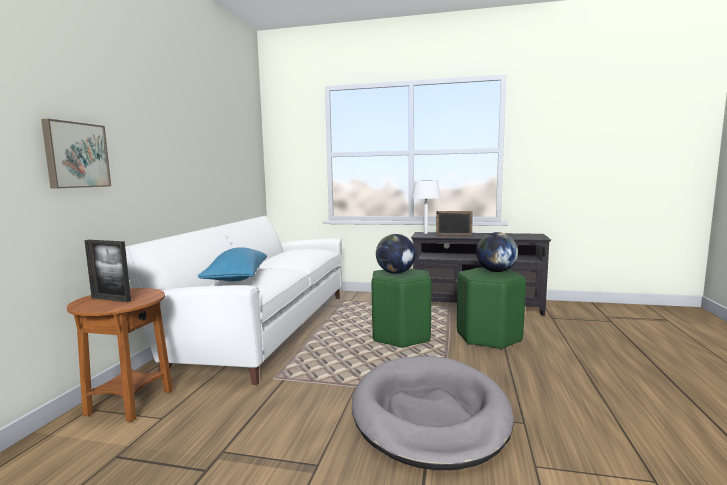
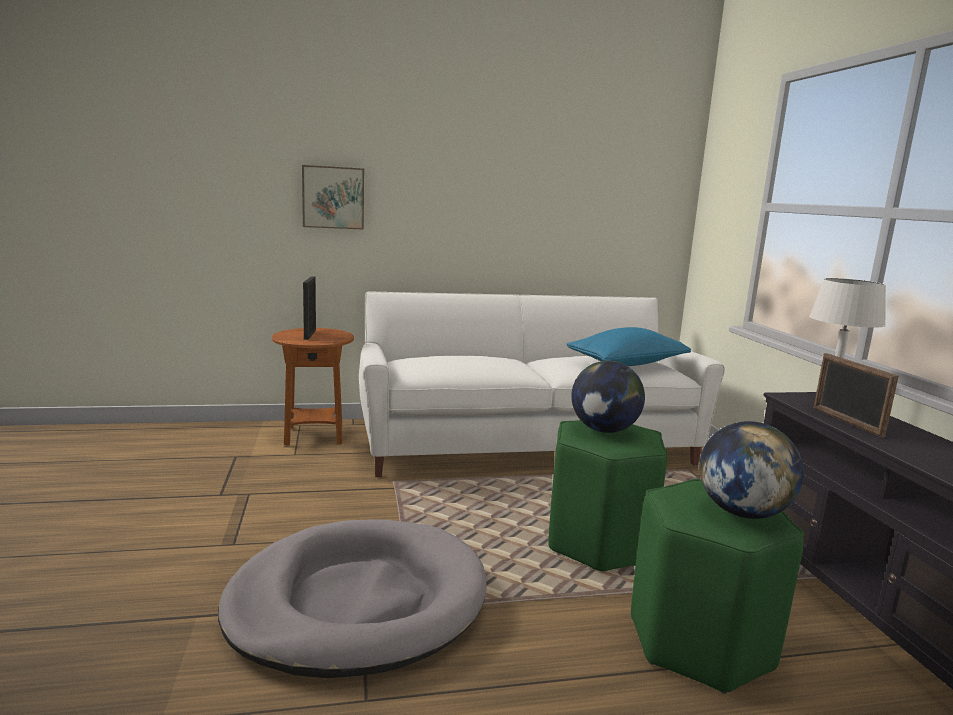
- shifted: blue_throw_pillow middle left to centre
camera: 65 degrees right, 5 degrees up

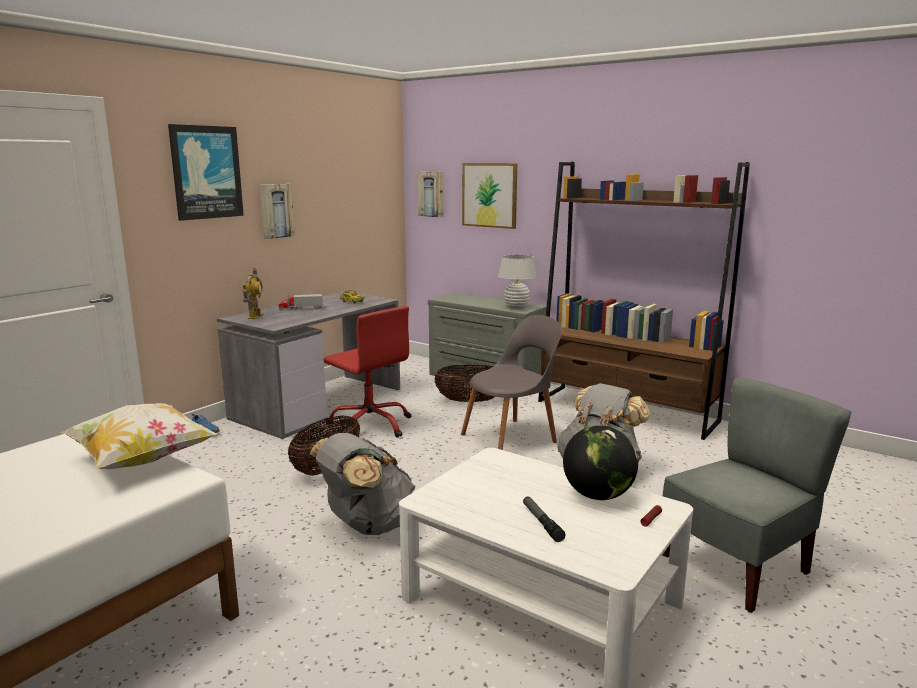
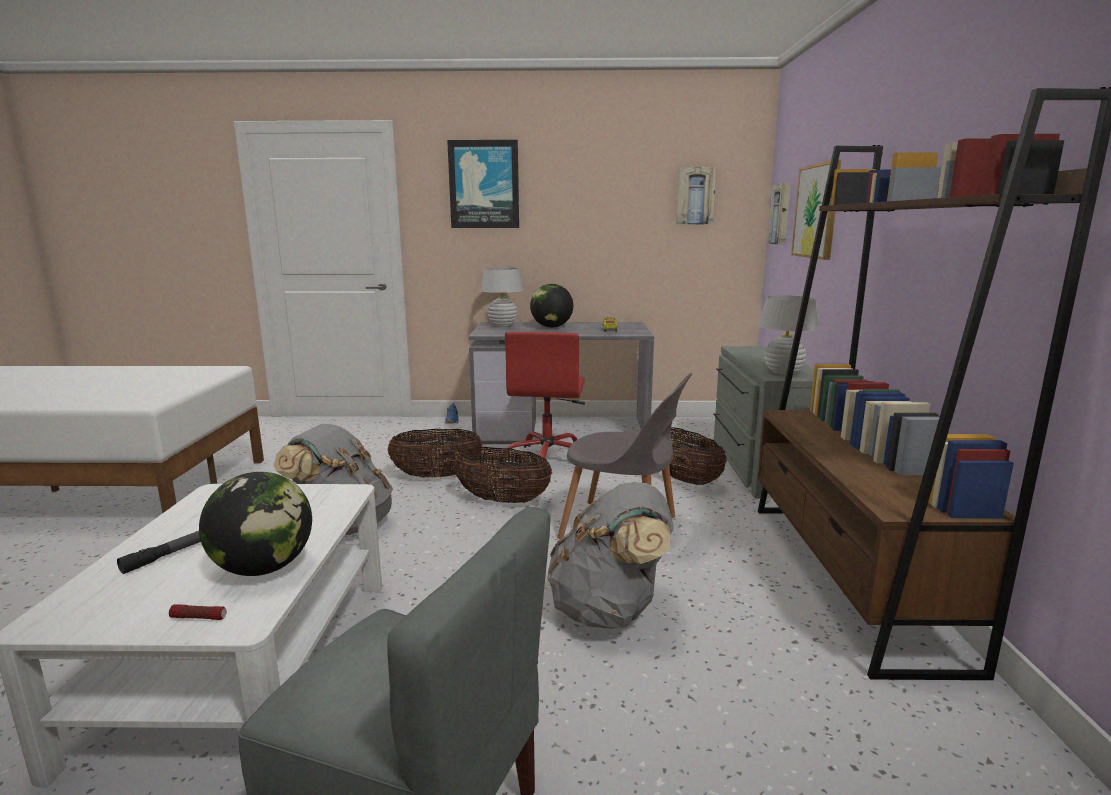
- new: storage_basket (no. 2 from left) centre
- swapped: toy_robot middle left to whitish_tabletop_lamp (no. 1 from left) centre
- swapped: model_truck (no. 1 from left) middle left to globe (no. 2 from left) centre
- shifted: picture (no. 2 from left) top left to top centre
- gone: throw_pillow middle left
camera: 55 degrees right, 0 degrees up

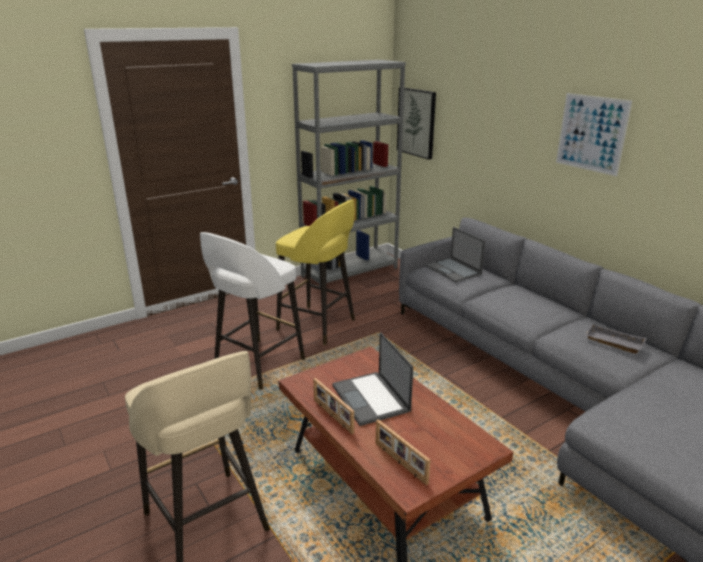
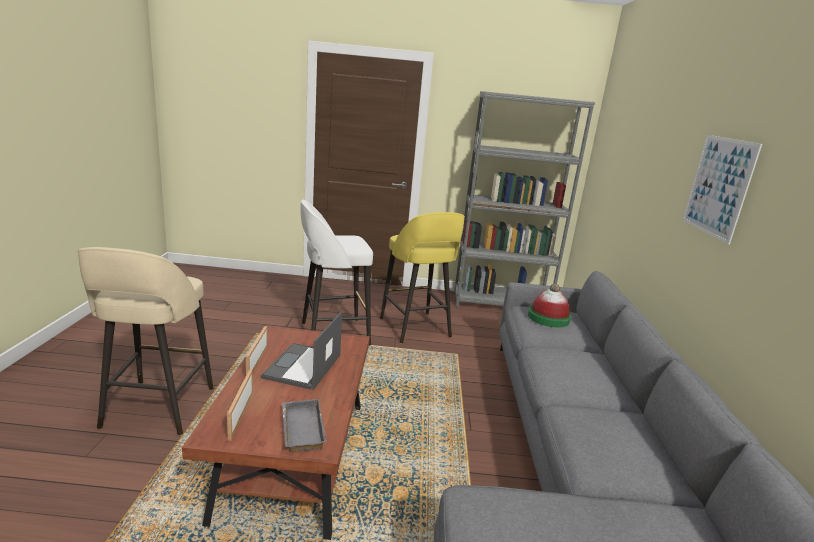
- shifted: grey_tray middle right to bottom centre
- swapped: notebook_computer (no. 2 from left) centre to clothing_hat middle right
- gone: picture (no. 1 from left) top centre
camera: 35 degrees right, 5 degrees down

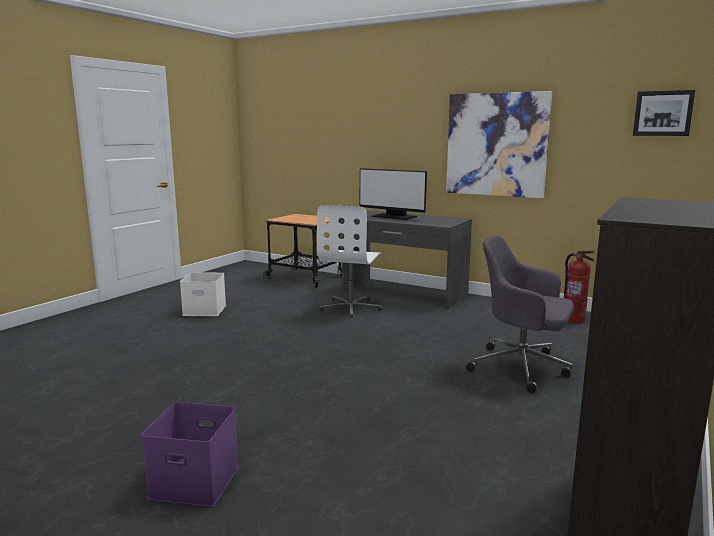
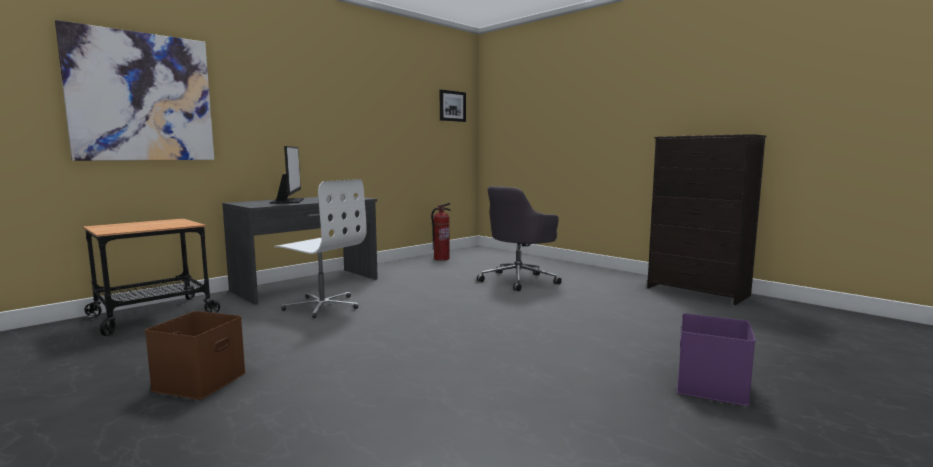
- shifted: picture (no. 1 from left) top right to top left
- repainted: whitish_storage_bin middle left to brown_storage_bin bottom left
- rotated: computer_screen centre = middle left 60 degrees counterclockwise
camera: 75 degrees left, 5 degrees down

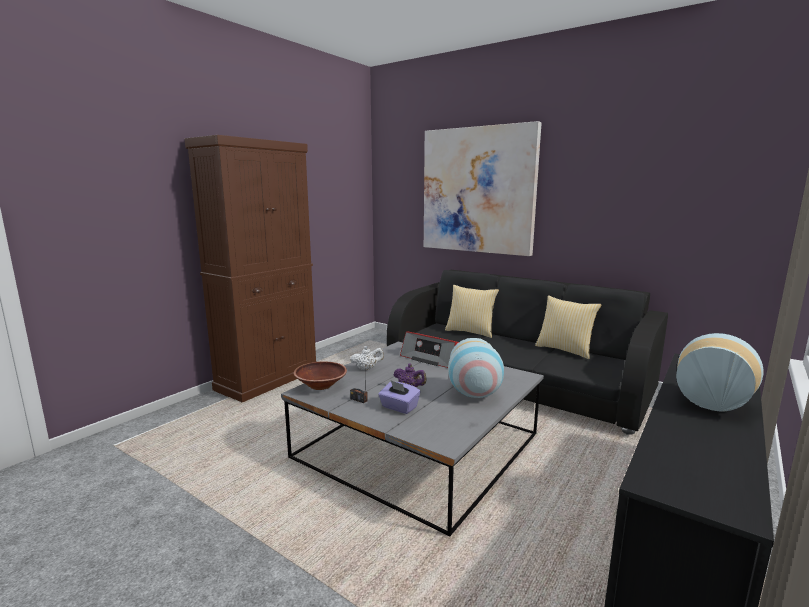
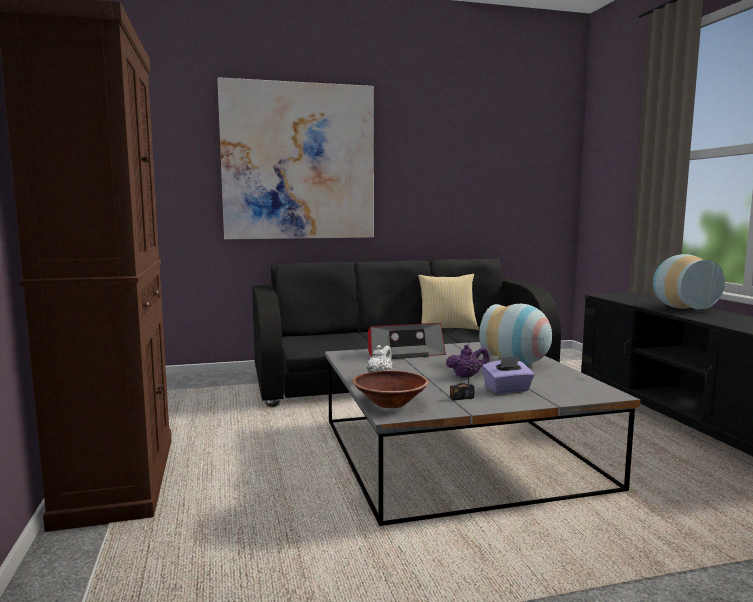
- gone: throw_pillow (no. 1 from left) centre
camera: 50 degrees left, 5 degrees down

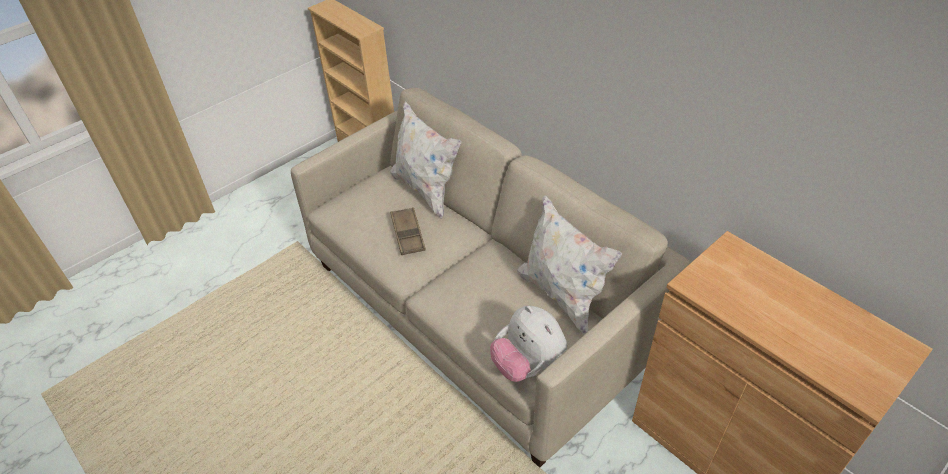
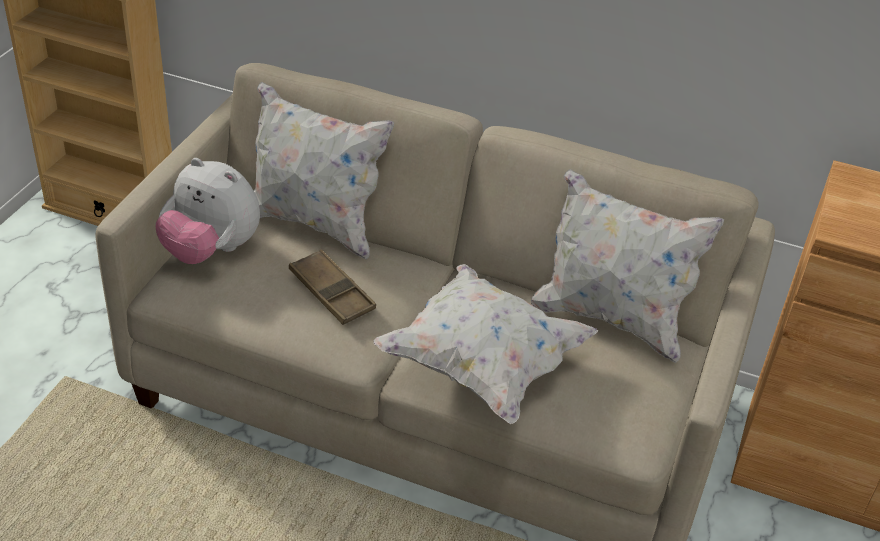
- shifted: soft_toy bottom centre to middle left
- new: whitish_throw_pillow (no. 2 from left) centre
camera: 30 degrees left, 5 degrees down

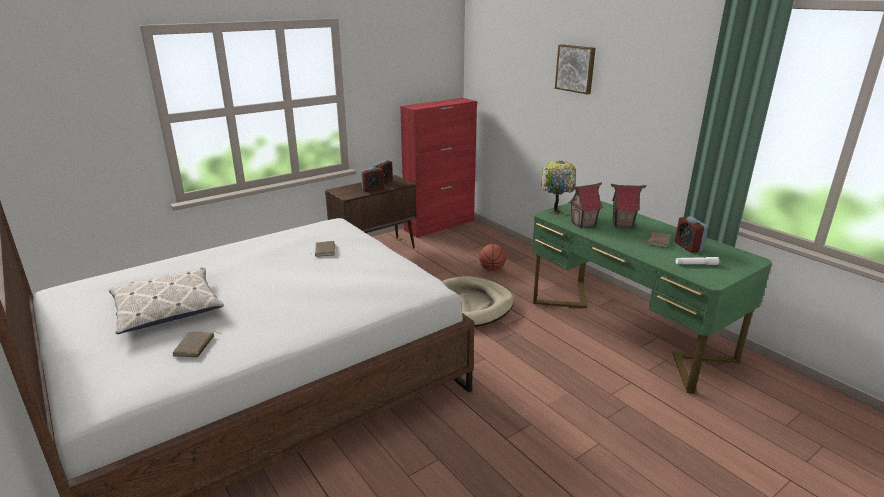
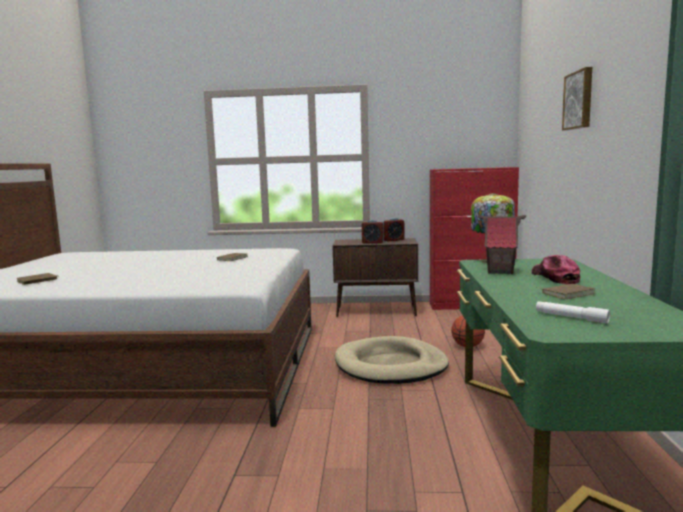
- swapped: toy_house (no. 2 from left) middle right to baseball_cap middle right
- gone: throw_pillow middle left
- gone: alarm_clock (no. 3 from left) middle right
camera: 40 degrees right, 15 degrees down

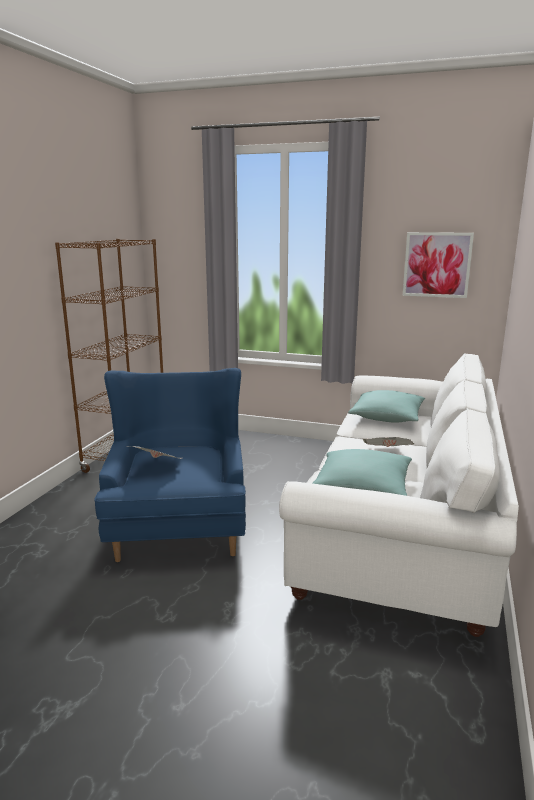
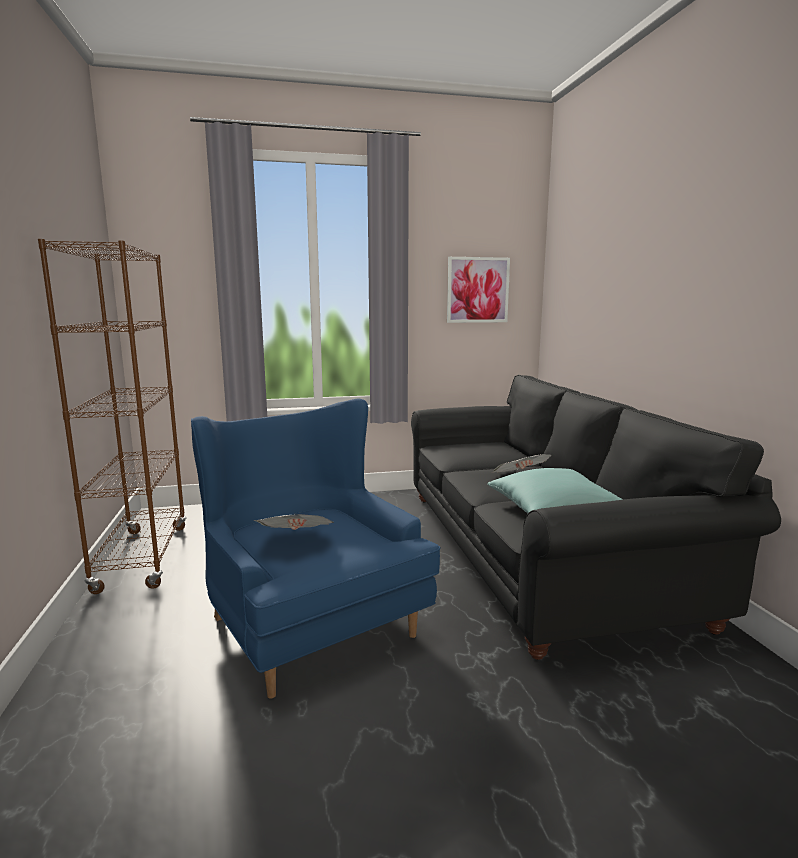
- repainted: whitish_sofa middle right to black-coloured_sofa middle right
- gone: turquoise-coloured_throw_pillow (no. 2 from left) middle right
camera: 30 degrees left, 5 degrees down

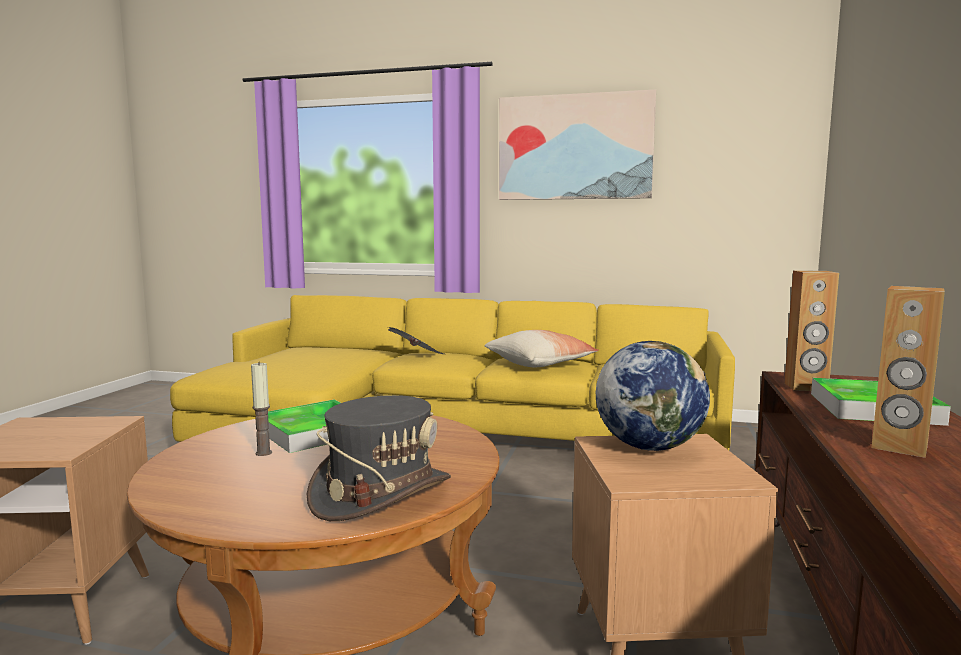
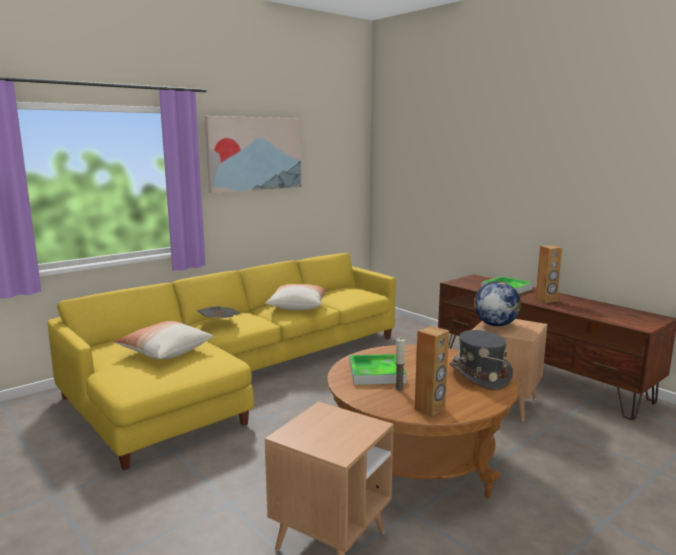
- new: throw_pillow (no. 1 from left) middle left
- shifted: brown_loudspeaker (no. 1 from left) middle right to bottom centre
camera: 55 degrees left, 5 degrees up

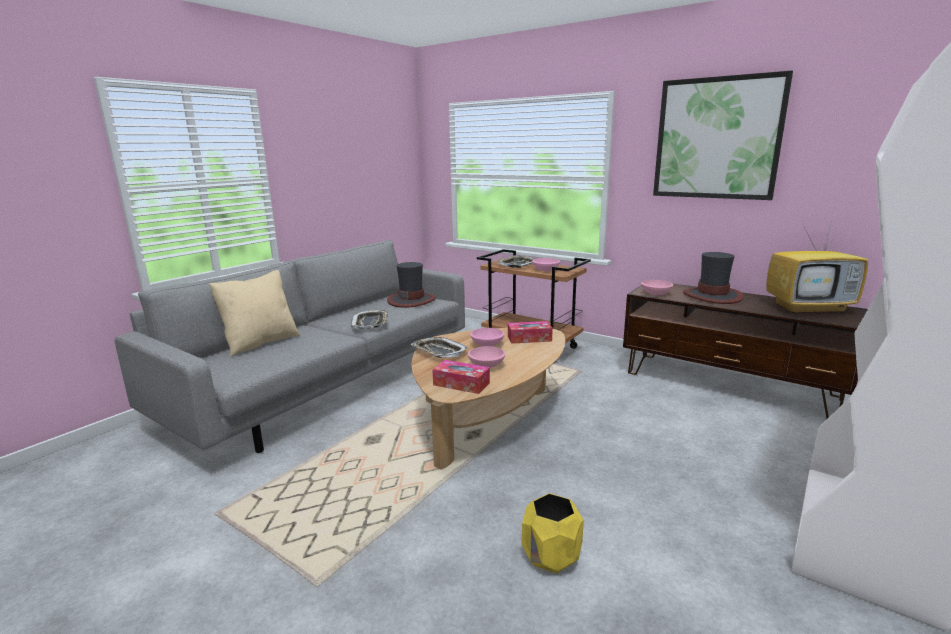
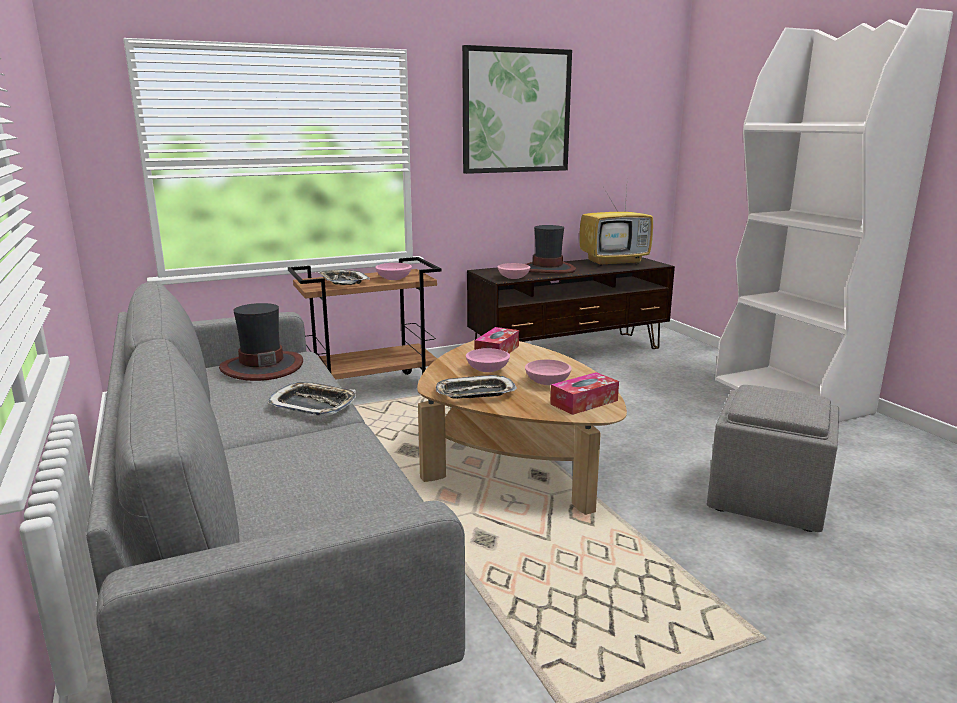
- rotated: television middle right = top centre 45 degrees clockwise
- swapped: yellowish_planter bottom centre to grey_footrest middle right
- gone: beige-coloured_throw_pillow middle left
camera: 60 degrees left, 0 degrees up

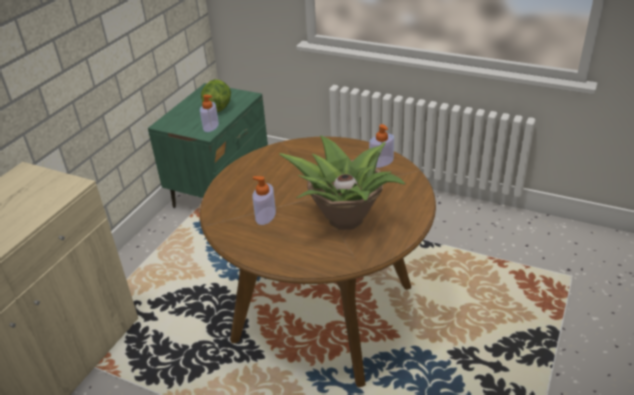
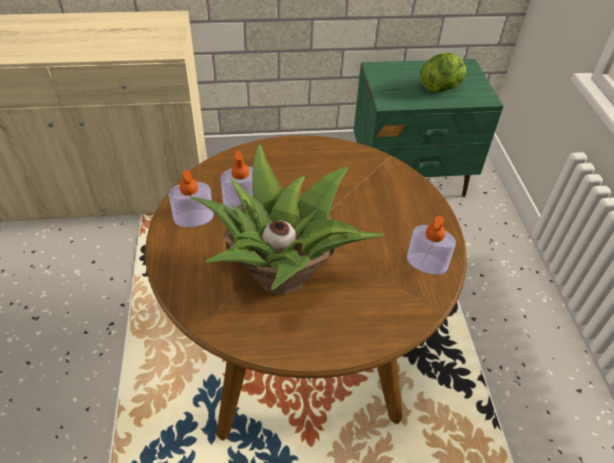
- shifted: soap_bottle (no. 1 from left) top left to middle left
camera: 55 degrees right, 10 degrees up

